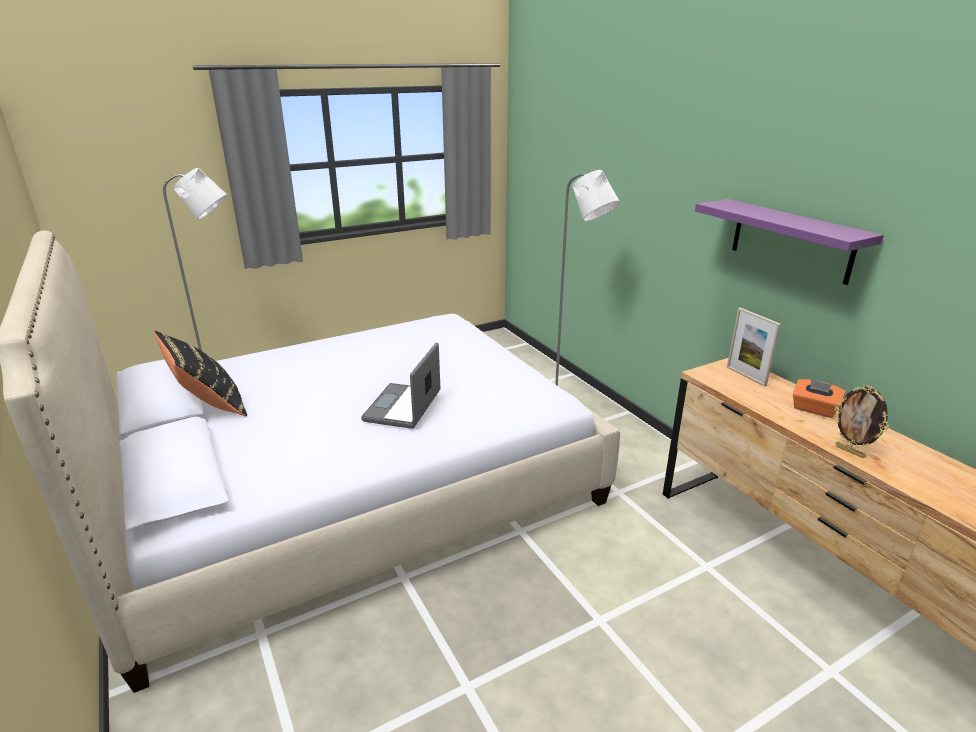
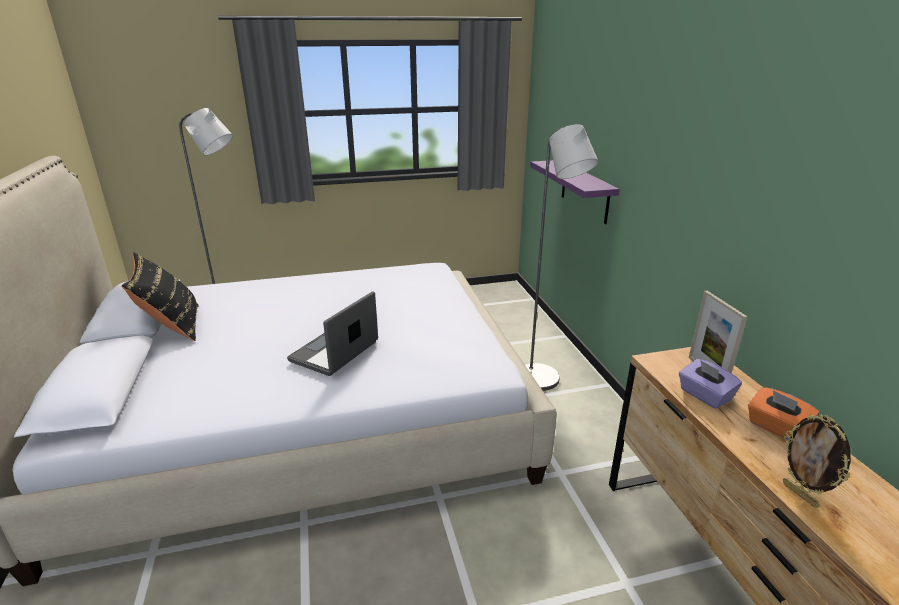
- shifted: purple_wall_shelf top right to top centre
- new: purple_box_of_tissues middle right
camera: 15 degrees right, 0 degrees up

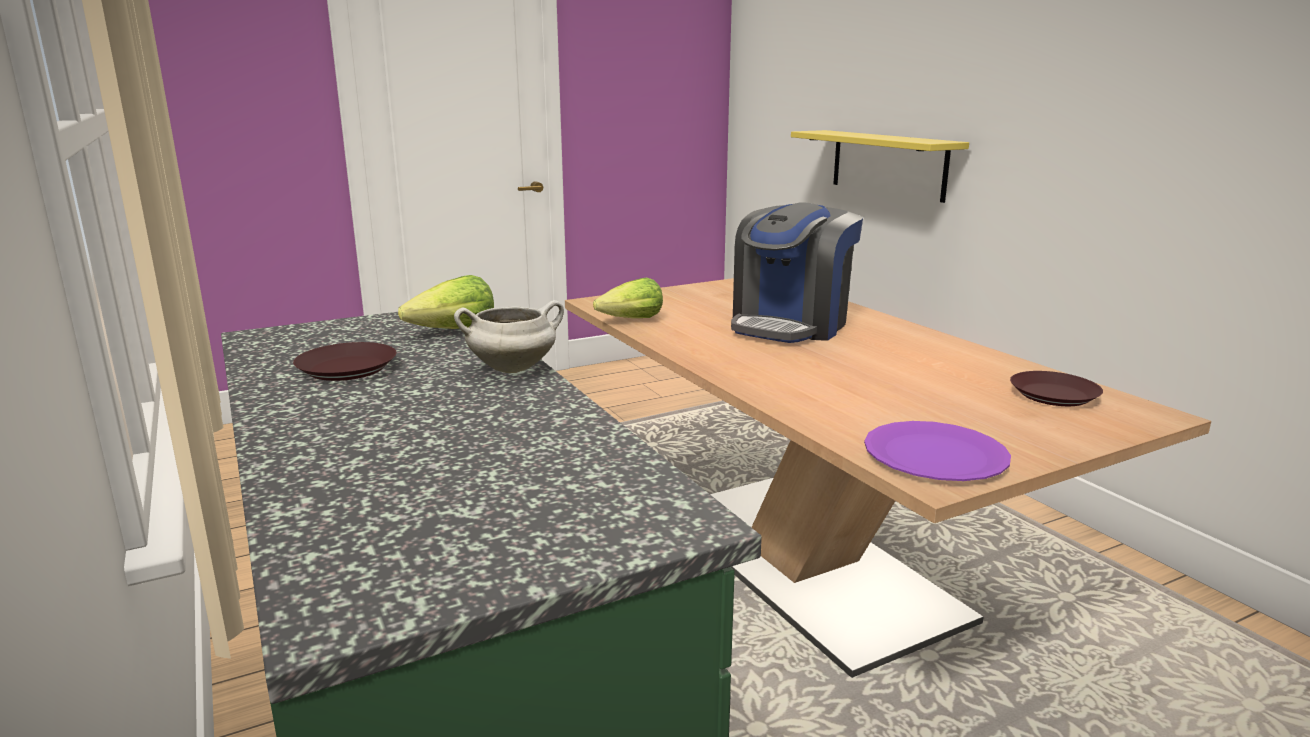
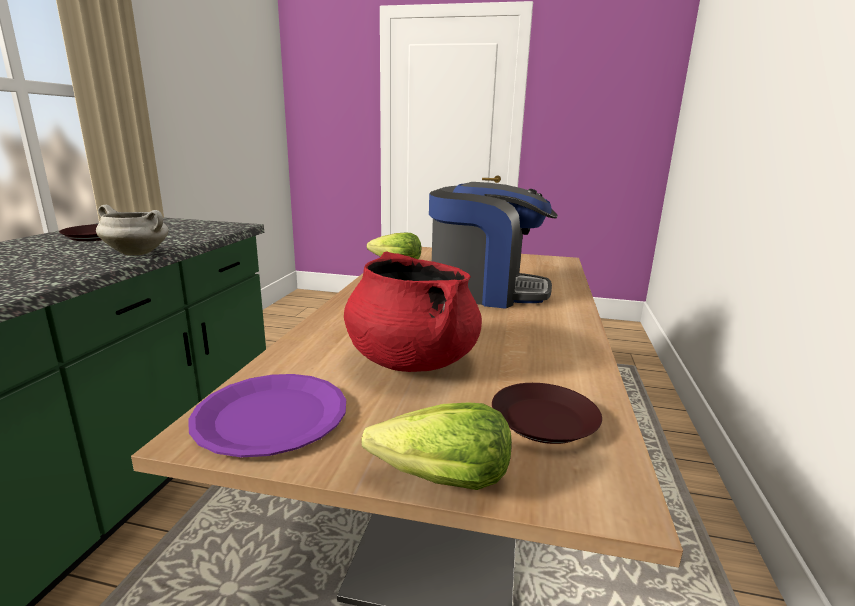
- new: reddish_cooking_pot centre
- shifted: head_of_lettuce (no. 1 from left in the first image) centre to head_of_lettuce (no. 2 from left) bottom centre
- rotated: coffee_machine centre = centre 150 degrees counterclockwise
- gone: yellowish_wall_shelf top right
camera: 40 degrees right, 0 degrees up

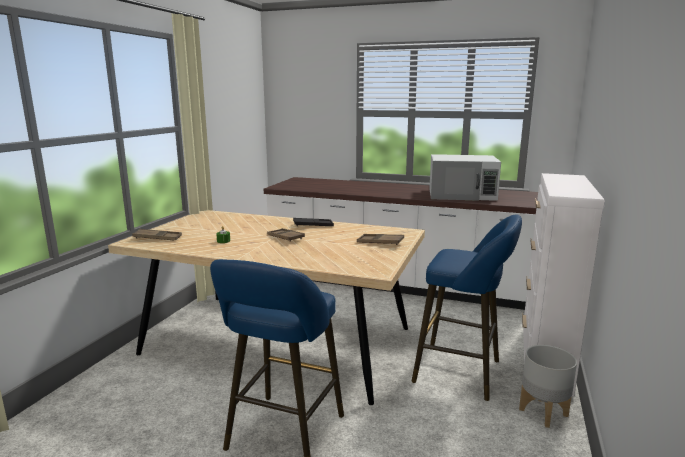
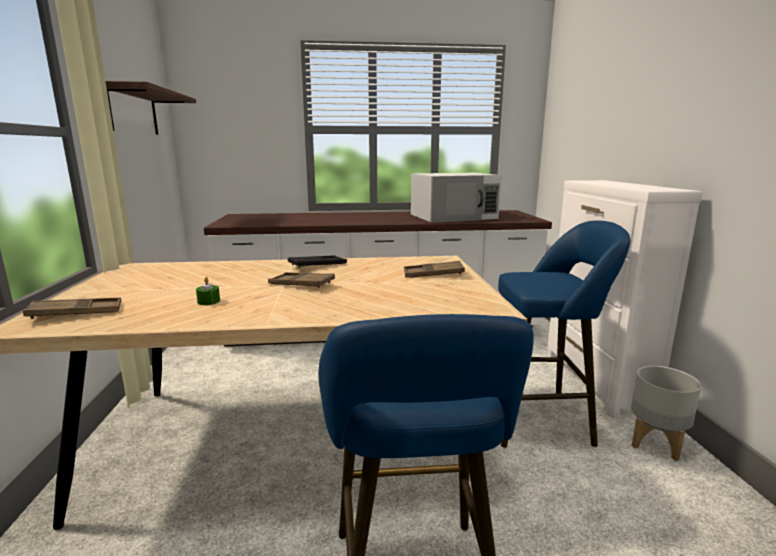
- new: wall_shelf top left
camera: 25 degrees left, 0 degrees up

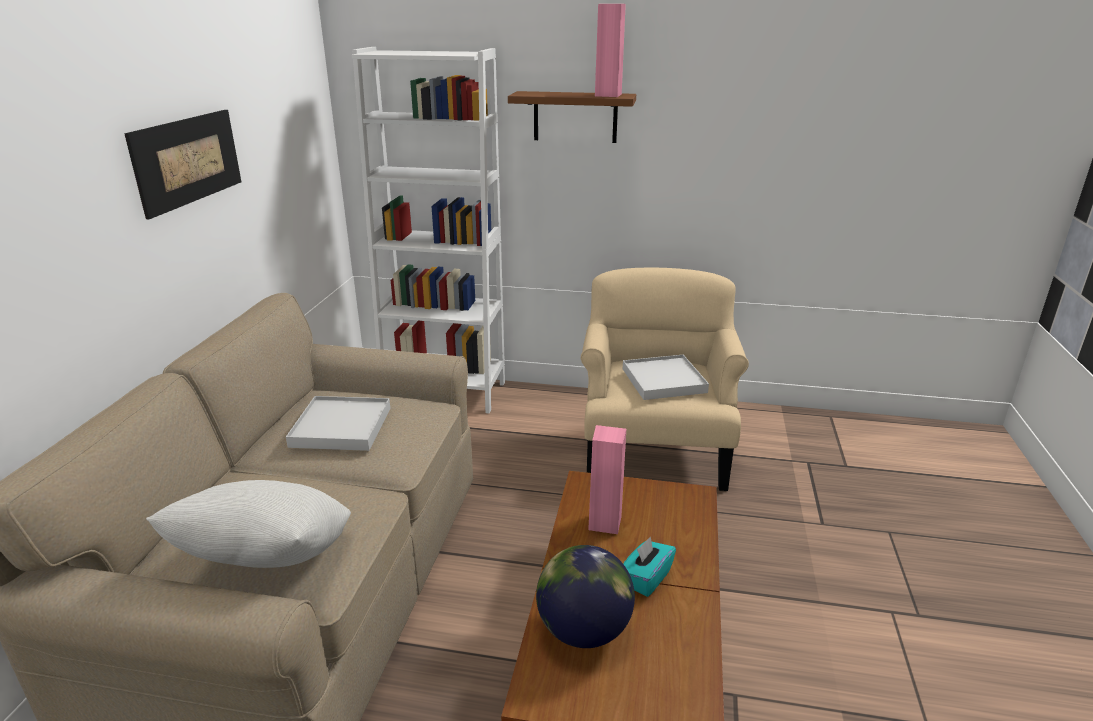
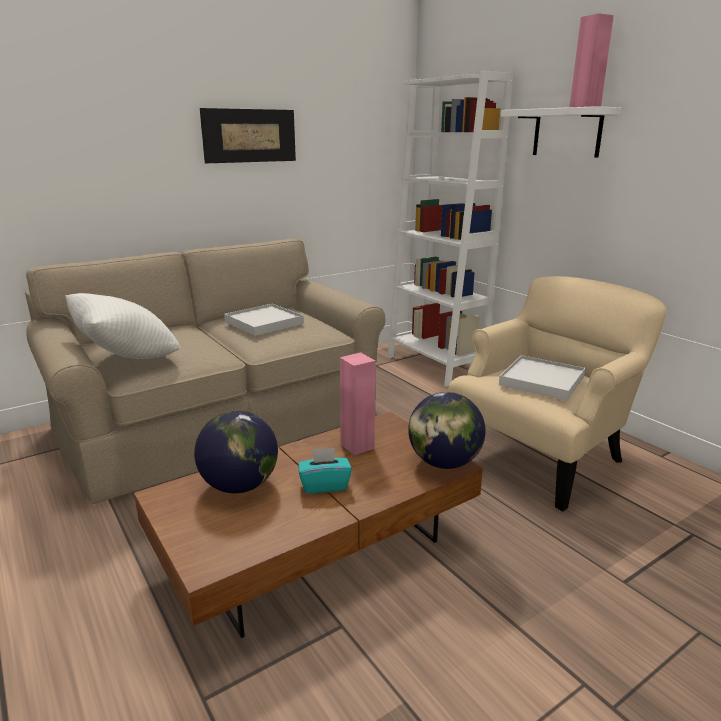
- new: globe (no. 2 from left) centre
- repainted: brown_wall_shelf top centre to whitish_wall_shelf top right
camera: 45 degrees right, 5 degrees down

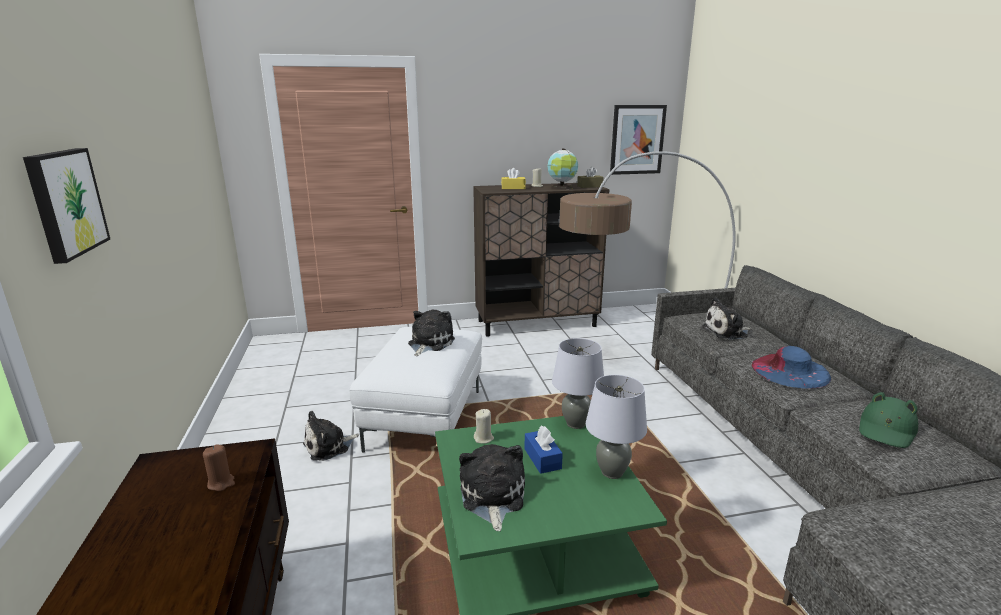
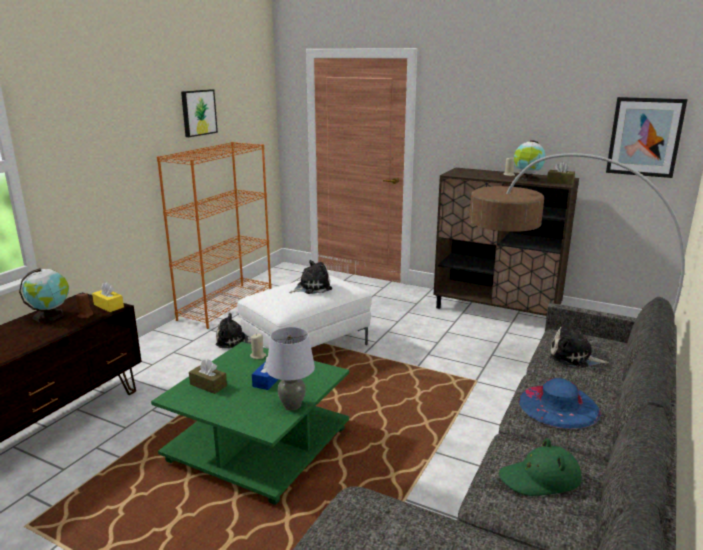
- new: globe (no. 1 from left) middle left
- shifted: yellowish_box_of_tissues top centre to middle left
- new: orangey_bookcase middle left
- shifted: picture (no. 1 from left) middle left to top left
- swapped: soft_toy (no. 3 from left) bottom centre to brown_box_of_tissues (no. 1 from left) bottom left
- gone: grey_tabletop_lamp (no. 1 from left) centre
camera: 40 degrees right, 0 degrees up

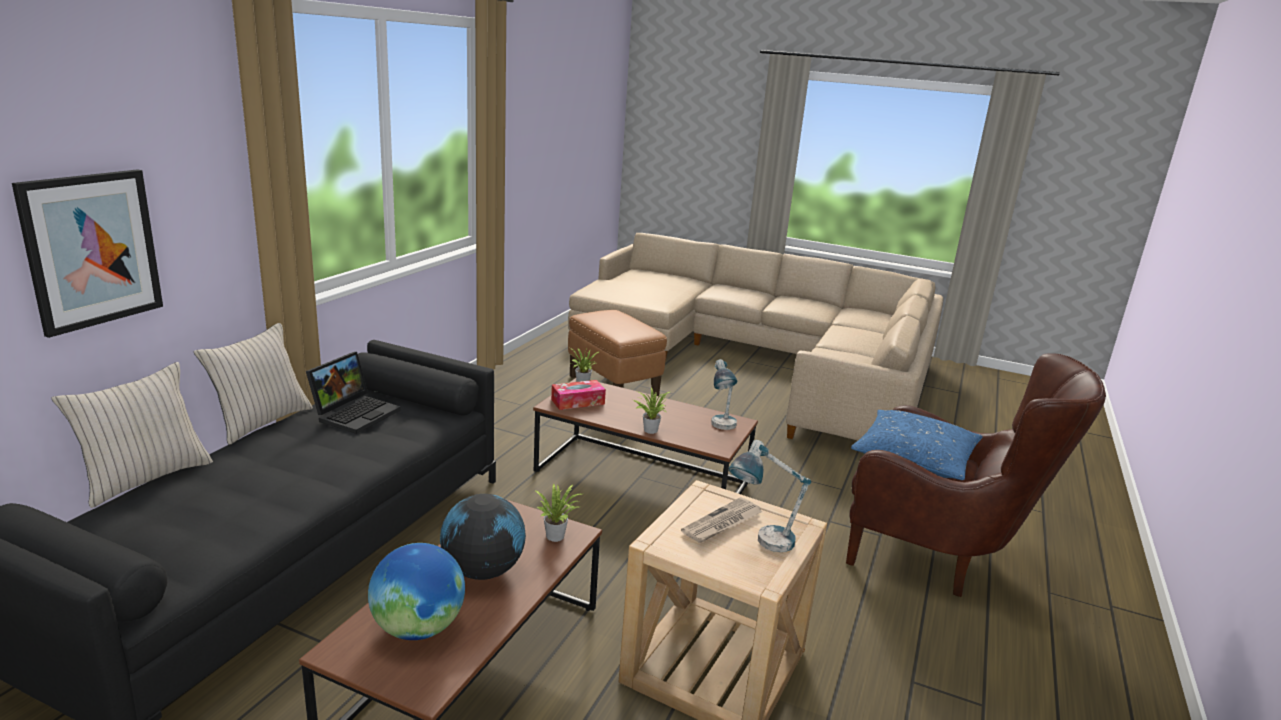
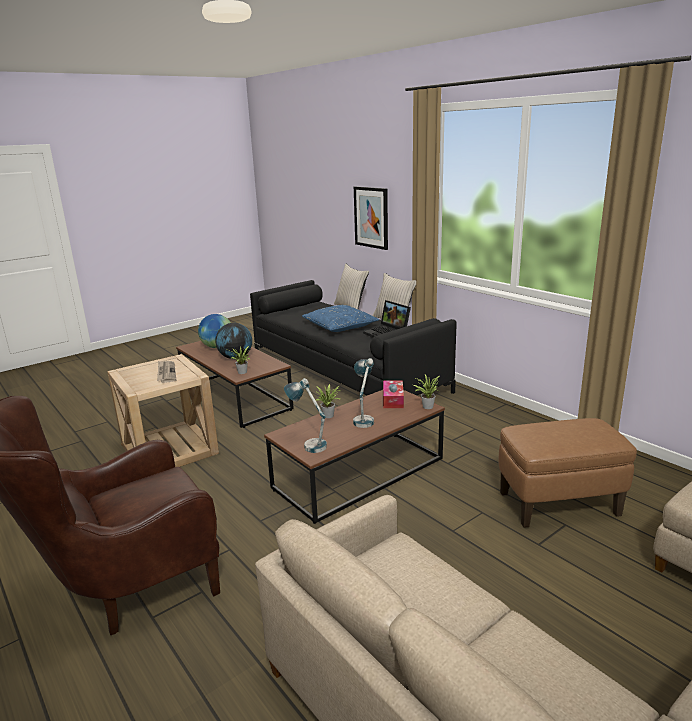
- shifted: blue_throw_pillow middle right to centre
- shifted: tabletop_lamp (no. 2 from left) bottom centre to centre
camera: 120 degrees right, 0 degrees up

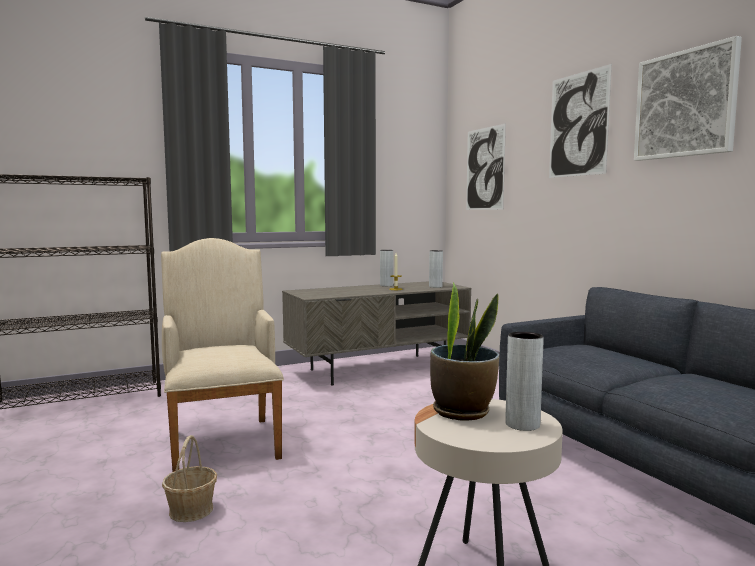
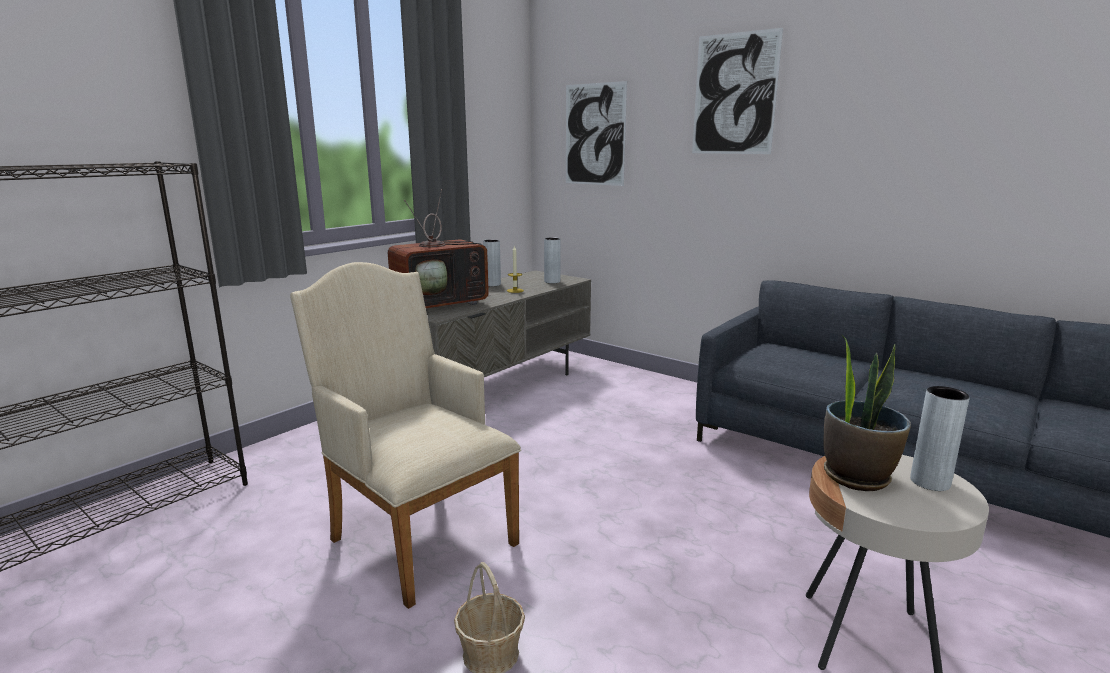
- new: television centre
- gone: picture (no. 3 from left) top right
camera: 25 degrees left, 10 degrees up

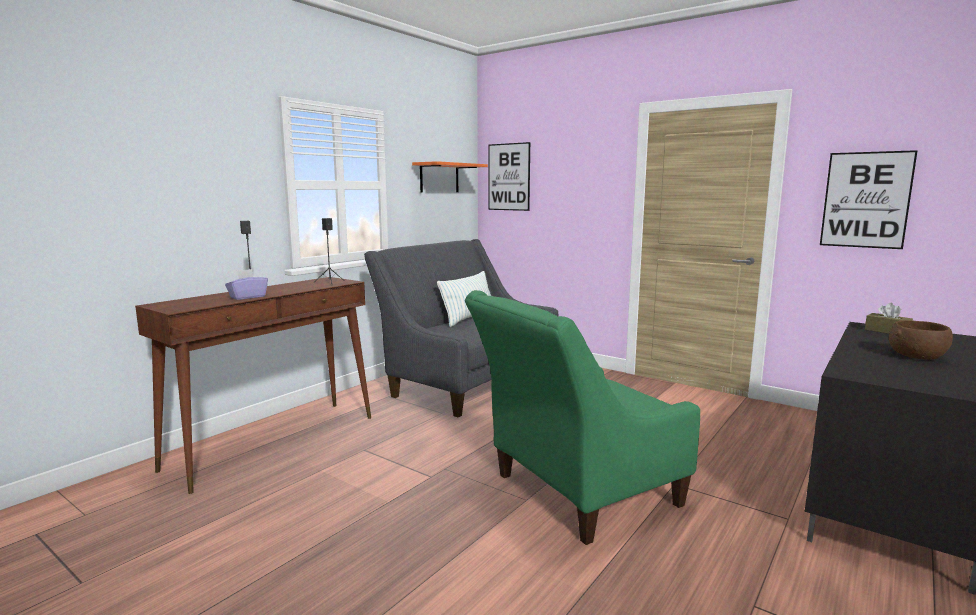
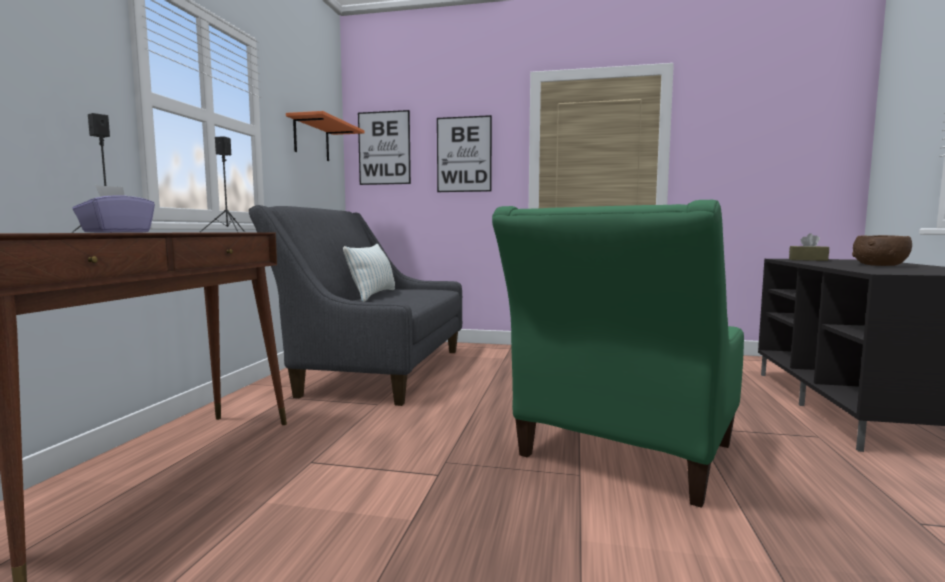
- shifted: picture (no. 2 from left) top right to top centre
camera: 25 degrees left, 5 degrees down

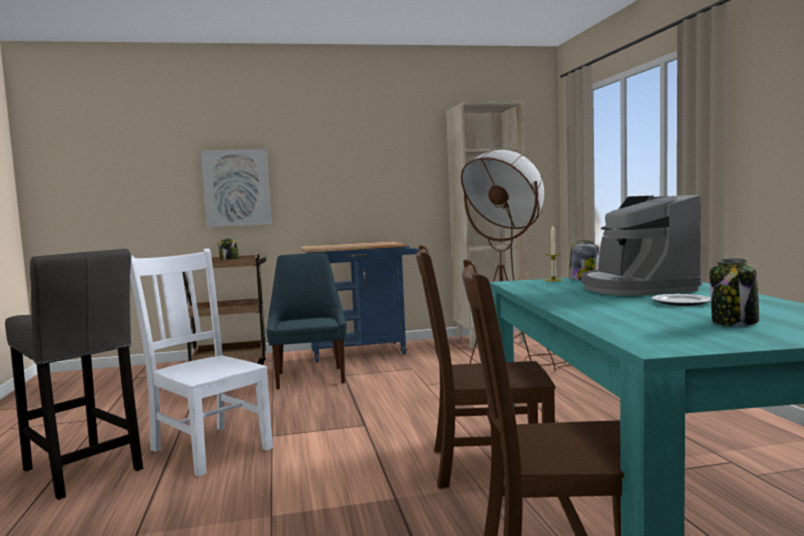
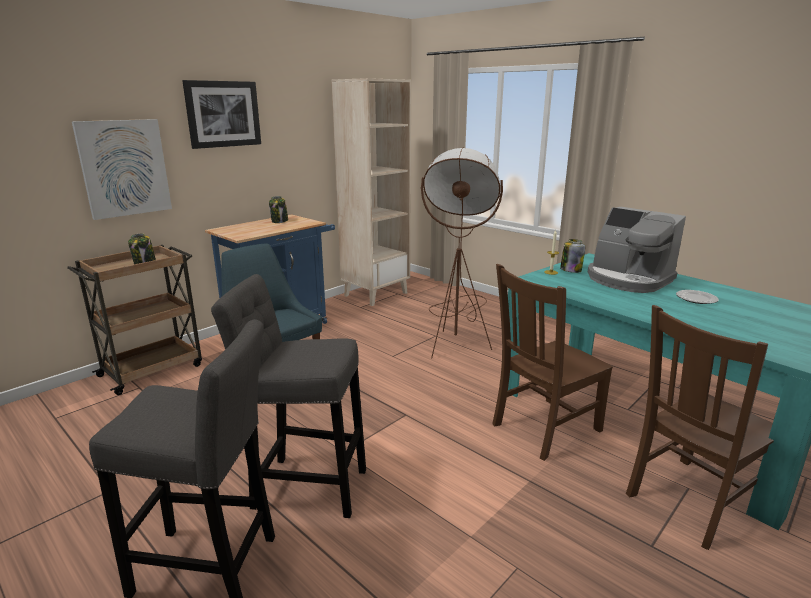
- new: picture (no. 2 from left) top left
- swapped: whitish_plain_chair bottom left to grey_stool_seat (no. 2 from left) centre
- shifted: storage_jar (no. 3 from left in the first image) middle right to storage_jar (no. 2 from left) centre
camera: 35 degrees left, 15 degrees up

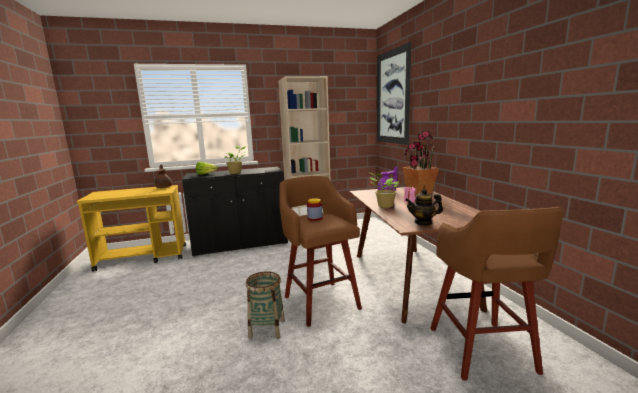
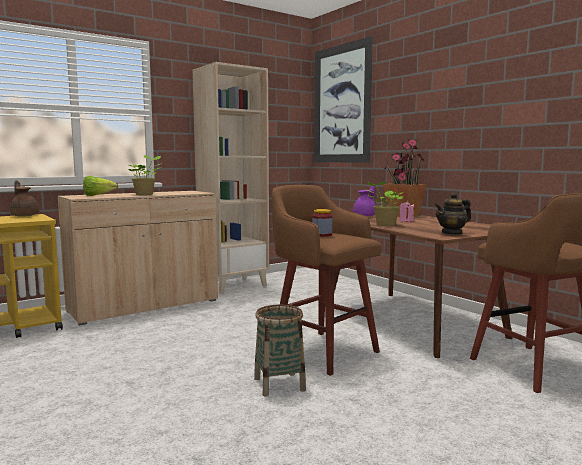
- repainted: black-coloured_cabinet centre to beige-coloured_cabinet middle left
camera: 20 degrees left, 5 degrees down

